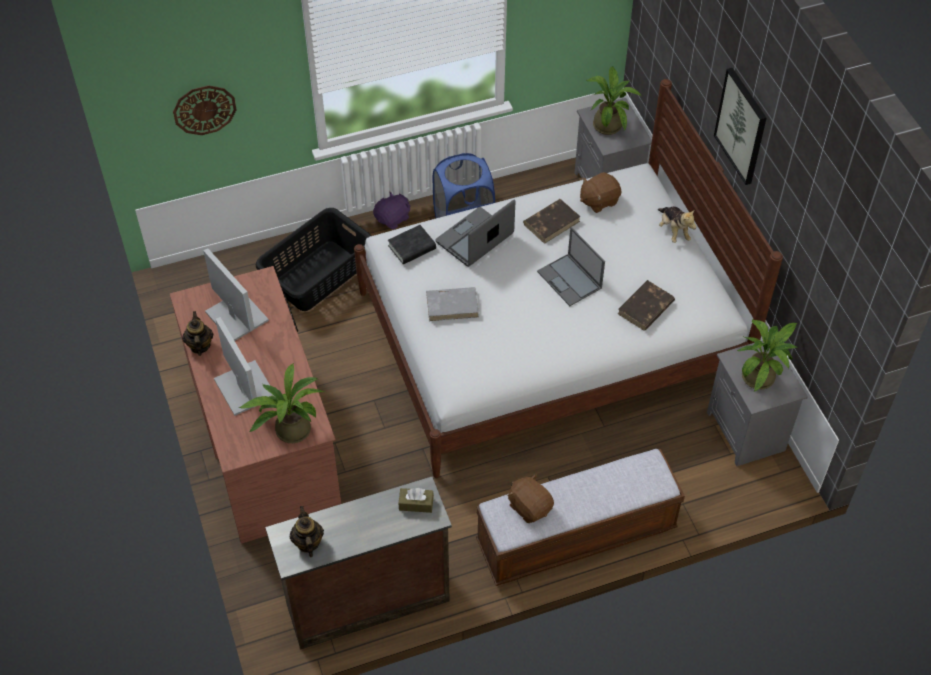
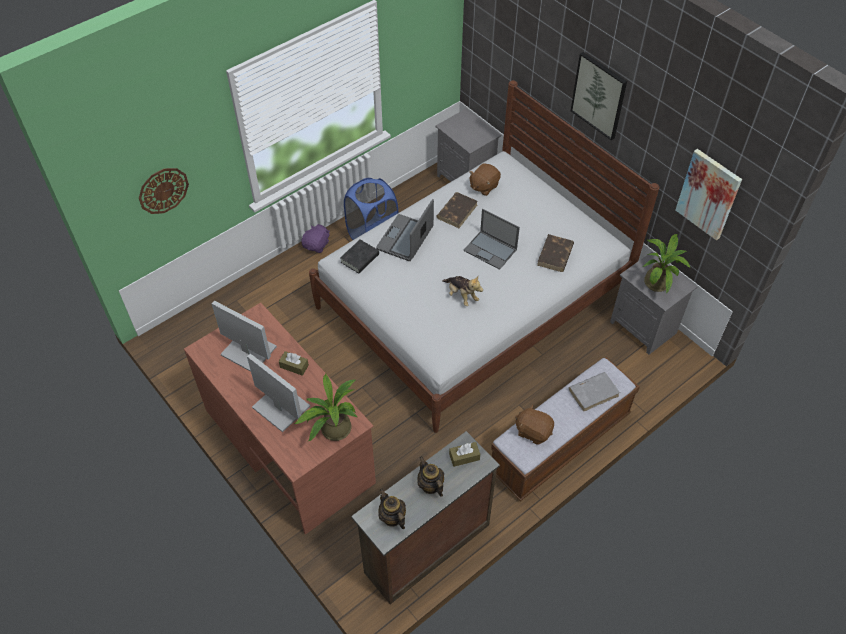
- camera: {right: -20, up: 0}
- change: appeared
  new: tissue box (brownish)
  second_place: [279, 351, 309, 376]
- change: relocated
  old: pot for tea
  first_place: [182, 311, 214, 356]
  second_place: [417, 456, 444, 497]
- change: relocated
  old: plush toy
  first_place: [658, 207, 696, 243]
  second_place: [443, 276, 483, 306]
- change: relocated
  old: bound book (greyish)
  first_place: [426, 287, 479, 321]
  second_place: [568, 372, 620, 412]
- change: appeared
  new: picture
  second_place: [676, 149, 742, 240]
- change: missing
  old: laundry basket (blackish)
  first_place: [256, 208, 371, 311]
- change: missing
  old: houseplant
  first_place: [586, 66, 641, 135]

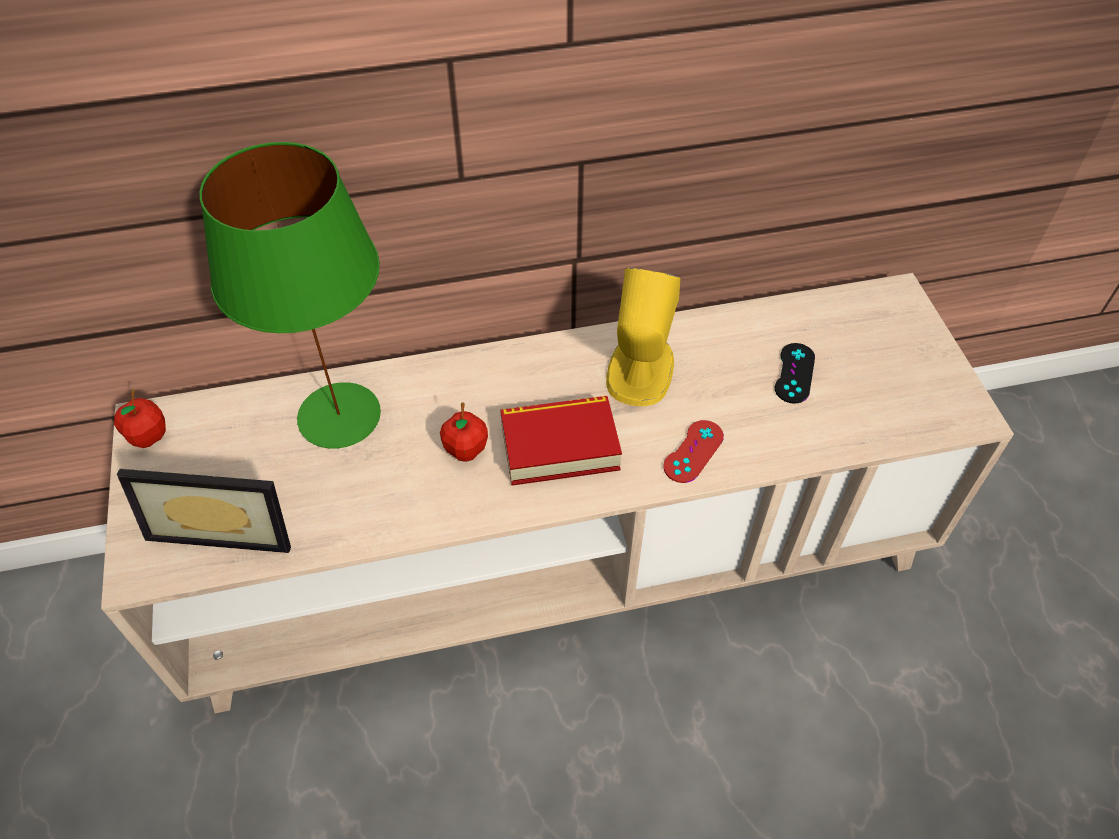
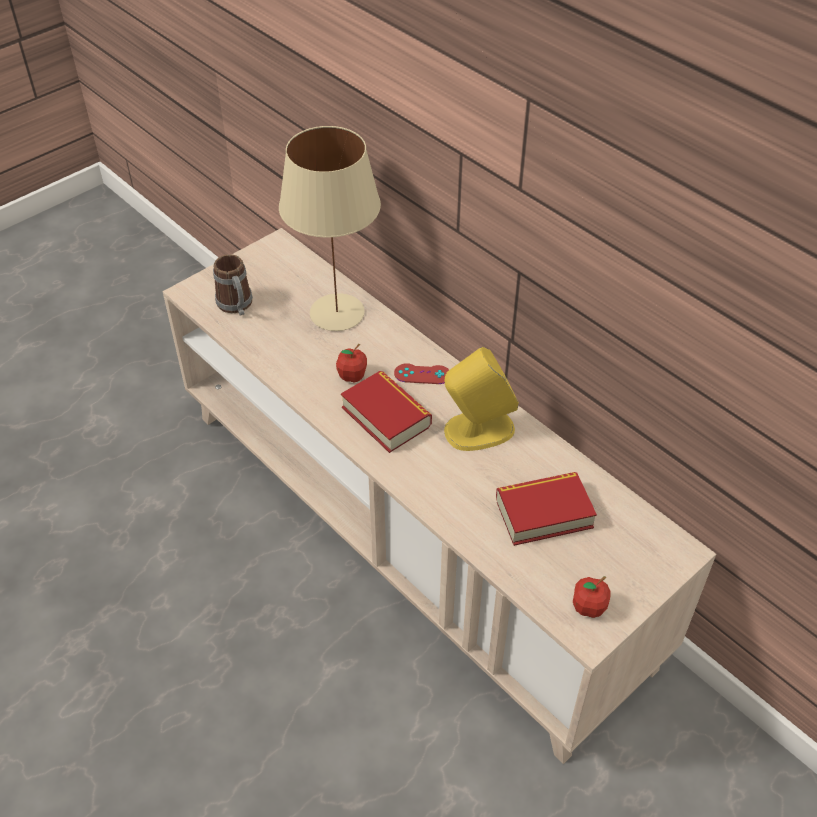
- camera: {right: 60, up: -5}
- change: exchanged
  old: standing frame
  new: mug
  first_place: [117, 469, 291, 553]
  second_place: [213, 254, 253, 316]
- change: colour
  old: table lamp (green)
  new: table lamp (sand-coloured)
  first_place: [200, 142, 381, 449]
  second_place: [279, 126, 381, 331]
- change: relocated
  old: gamepad (reddish)
  first_place: [663, 420, 724, 483]
  second_place: [394, 363, 449, 384]
- change: exchanged
  old: gamepad (blackish)
  new: bound book
  first_place: [775, 343, 815, 404]
  second_place: [496, 472, 597, 546]
- change: relocated
  old: apple
  first_place: [114, 389, 166, 448]
  second_place: [573, 576, 611, 618]

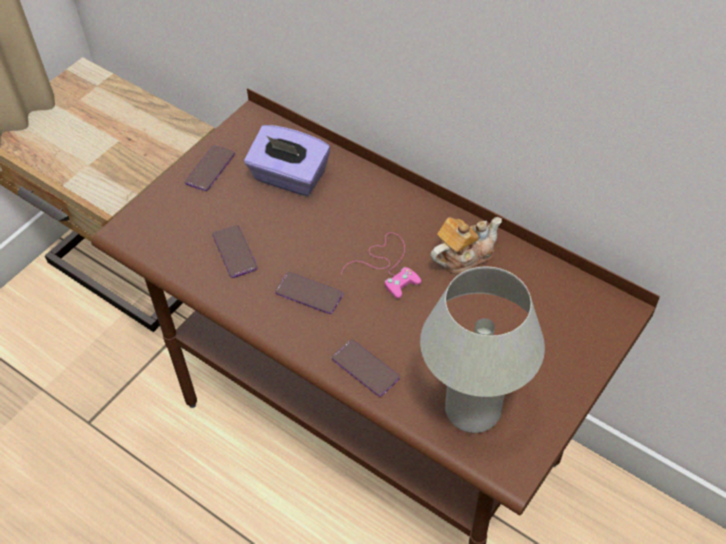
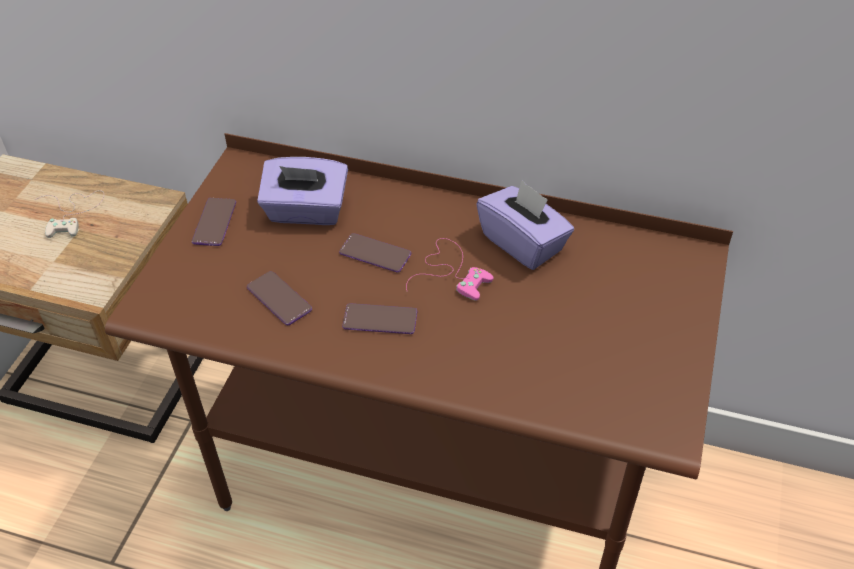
- camera: {right: -20, up: -5}
- change: appeared
  new: gamepad (whitish)
  second_place: [35, 190, 104, 238]
- change: relocated
  old: phone
  first_place: [332, 339, 400, 397]
  second_place: [339, 233, 411, 273]
- change: exchanged
  old: pot for tea
  new: tissue box (purple-coloured)
  first_place: [430, 217, 502, 274]
  second_place: [476, 180, 574, 270]
- change: missing
  old: table lamp (whitish)
  first_place: [420, 267, 545, 433]

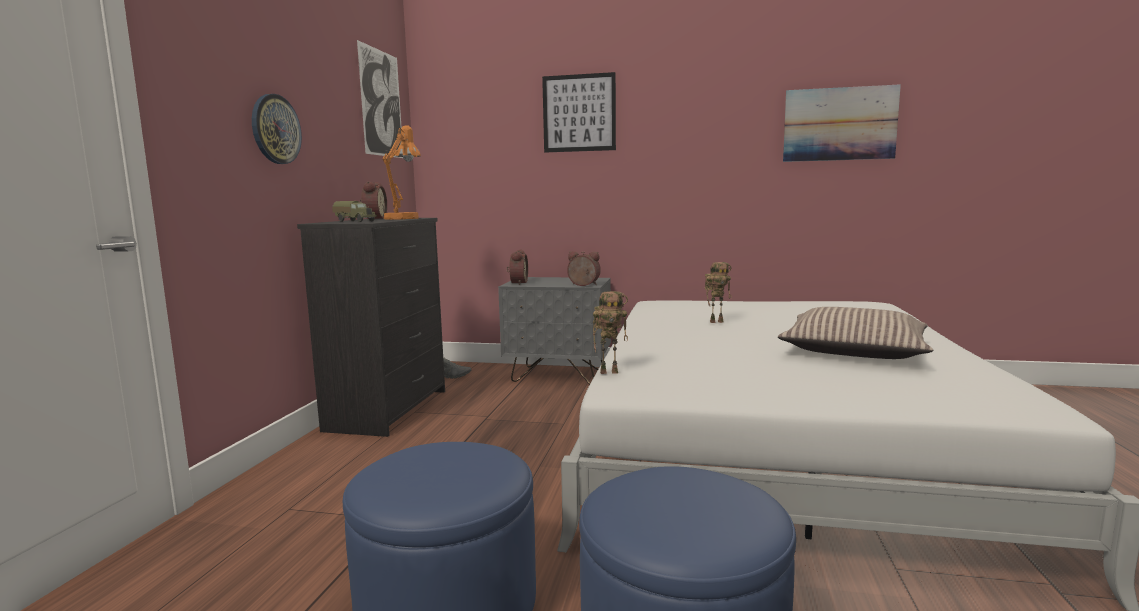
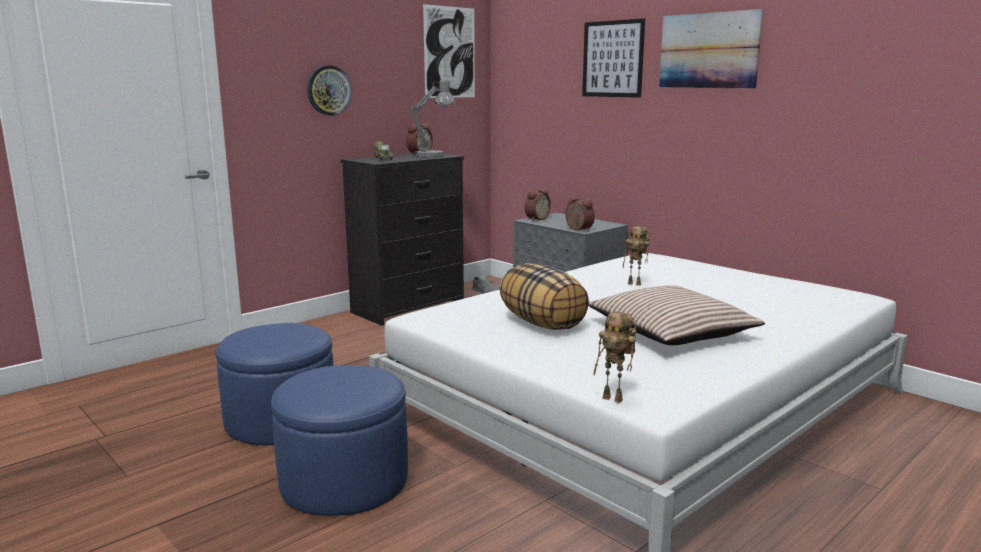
- camera: {right: 35, up: 5}
- change: colour
  old: table lamp (orange-coloured)
  new: table lamp (greyish)
  first_place: [383, 125, 421, 220]
  second_place: [410, 78, 455, 158]
- change: appeared
  new: throw pillow
  second_place: [499, 263, 589, 330]
- change: relocated
  old: toy robot
  first_place: [593, 291, 628, 374]
  second_place: [593, 312, 637, 403]
- change: relocated
  old: picture
  first_place: [783, 84, 901, 162]
  second_place: [659, 9, 763, 88]

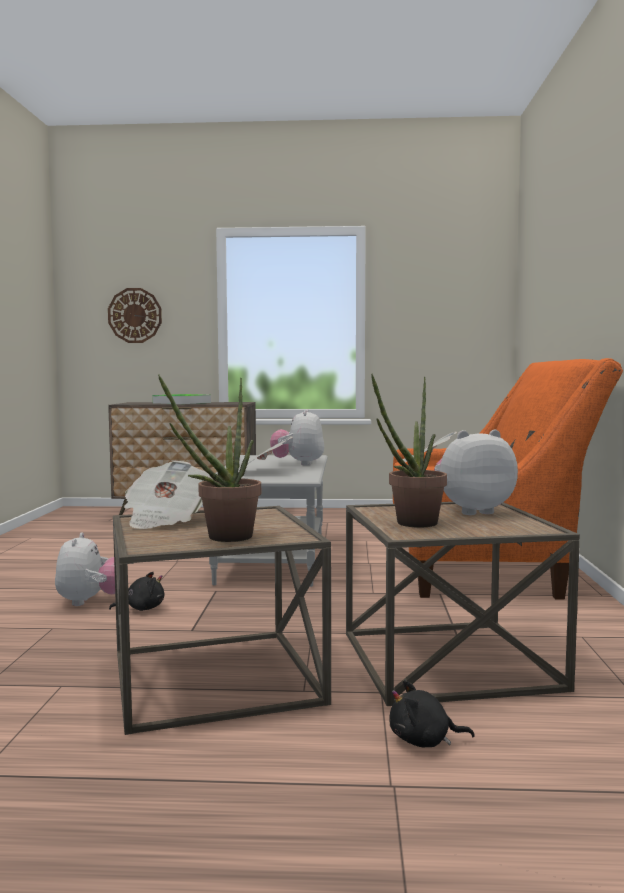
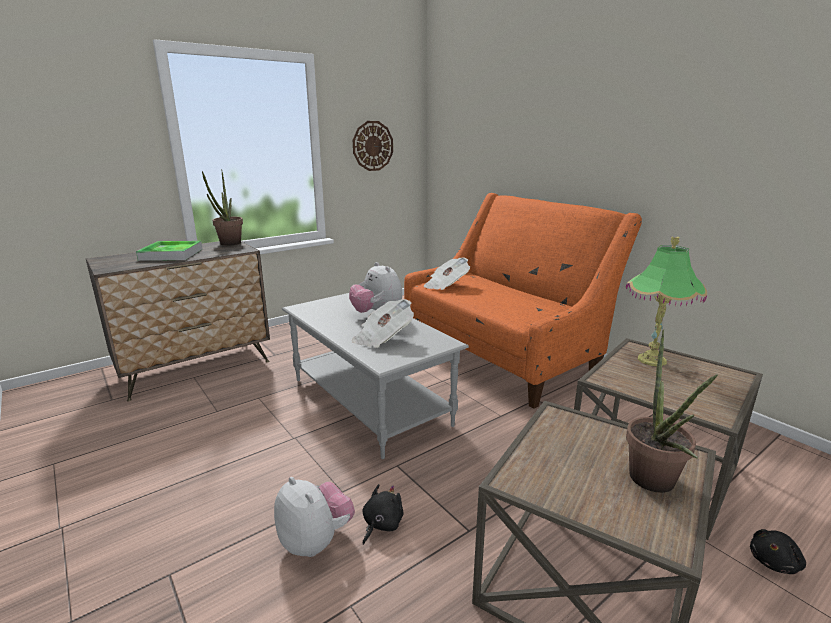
- camera: {right: -40, up: 15}
- change: relocated
  old: houseplant
  first_place: [371, 373, 447, 528]
  second_place: [202, 169, 243, 246]
- change: relocated
  old: wall clock
  first_place: [108, 288, 162, 343]
  second_place: [353, 121, 393, 171]
- change: exchanged
  old: plush toy
  new: table lamp
  first_place: [434, 430, 518, 515]
  second_place: [626, 236, 707, 366]
- change: missing
  old: printed paper
  first_place: [124, 461, 212, 529]

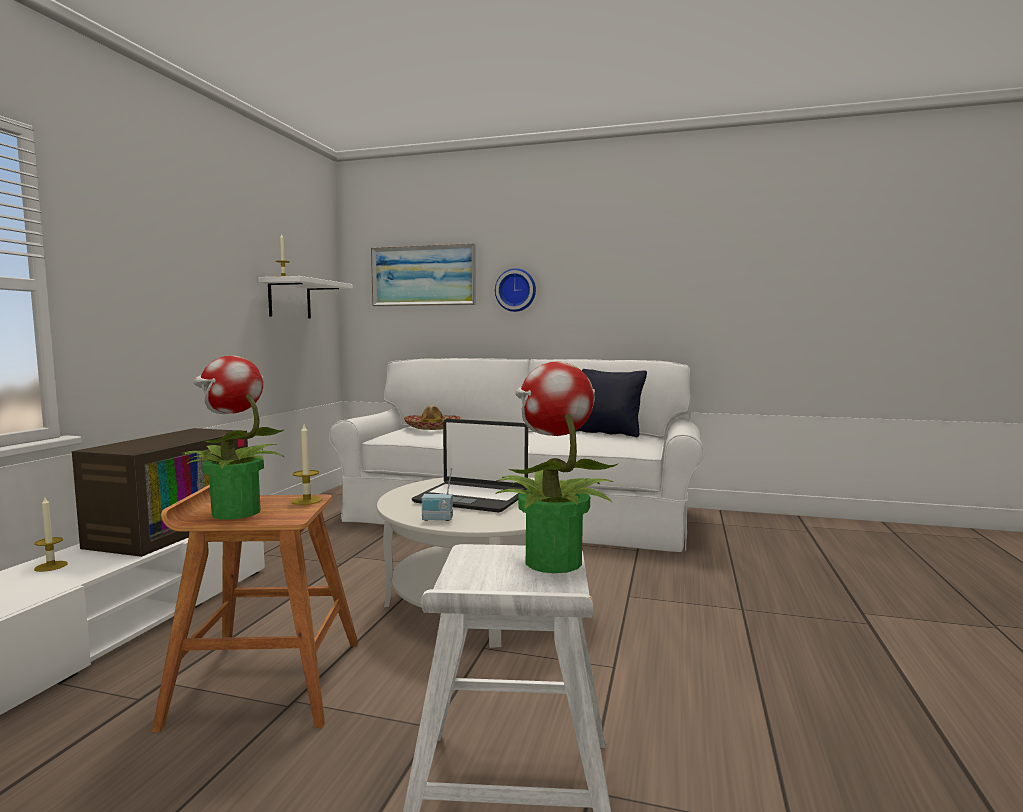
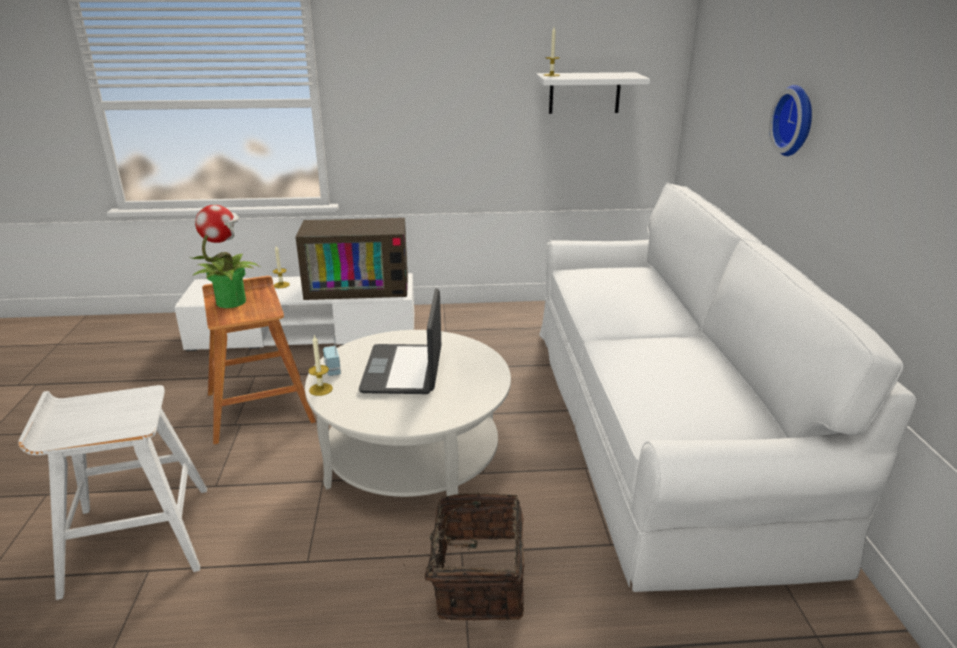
- camera: {right: 70, up: 20}
- change: relocated
  old: wax candle
  first_place: [292, 425, 322, 505]
  second_place: [309, 335, 333, 396]
- change: appeared
  new: storage basket
  second_place: [405, 492, 524, 621]
- change: missing
  old: picture
  first_place: [371, 243, 476, 306]
- change: missing
  old: clothing hat
  first_place: [404, 405, 461, 430]
- change: missing
  old: houseplant
  first_place: [496, 361, 617, 573]
- change: missing
  old: throw pillow (blackish)
  first_place: [575, 369, 647, 437]

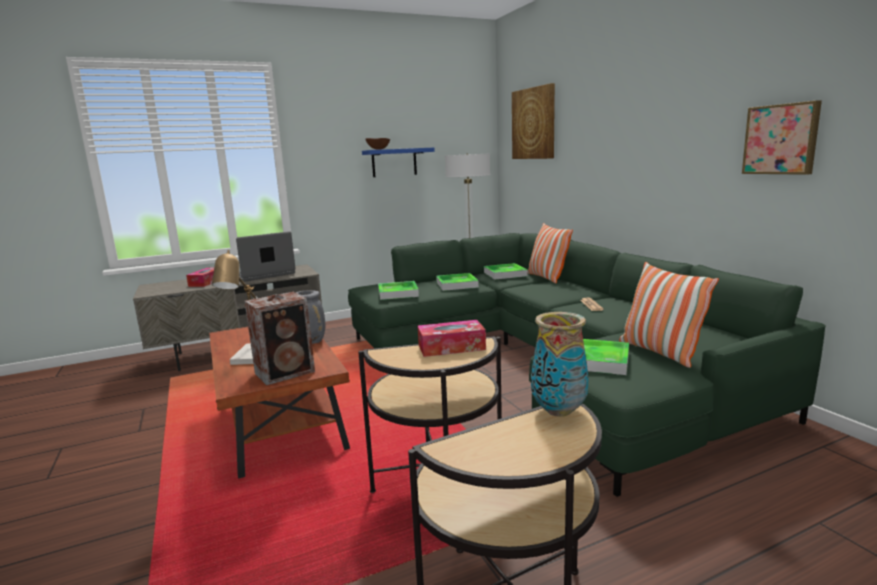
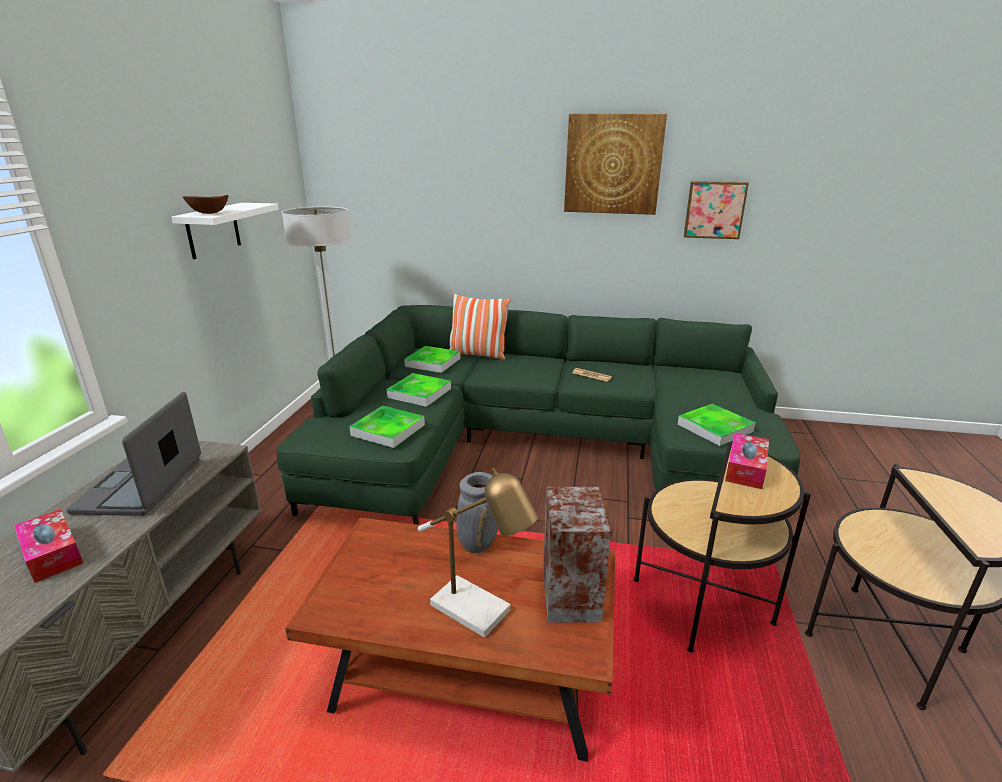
- camera: {right: -55, up: 10}
- change: colour
  old: shelf (blue-coloured)
  new: shelf (whitish)
  first_place: [362, 148, 435, 177]
  second_place: [171, 203, 279, 259]
- change: relocated
  old: picture
  first_place: [512, 83, 555, 159]
  second_place: [564, 114, 667, 215]
- change: missing
  old: decorative vase
  first_place: [531, 312, 589, 417]
- change: missing
  old: throw pillow
  first_place: [619, 262, 719, 368]

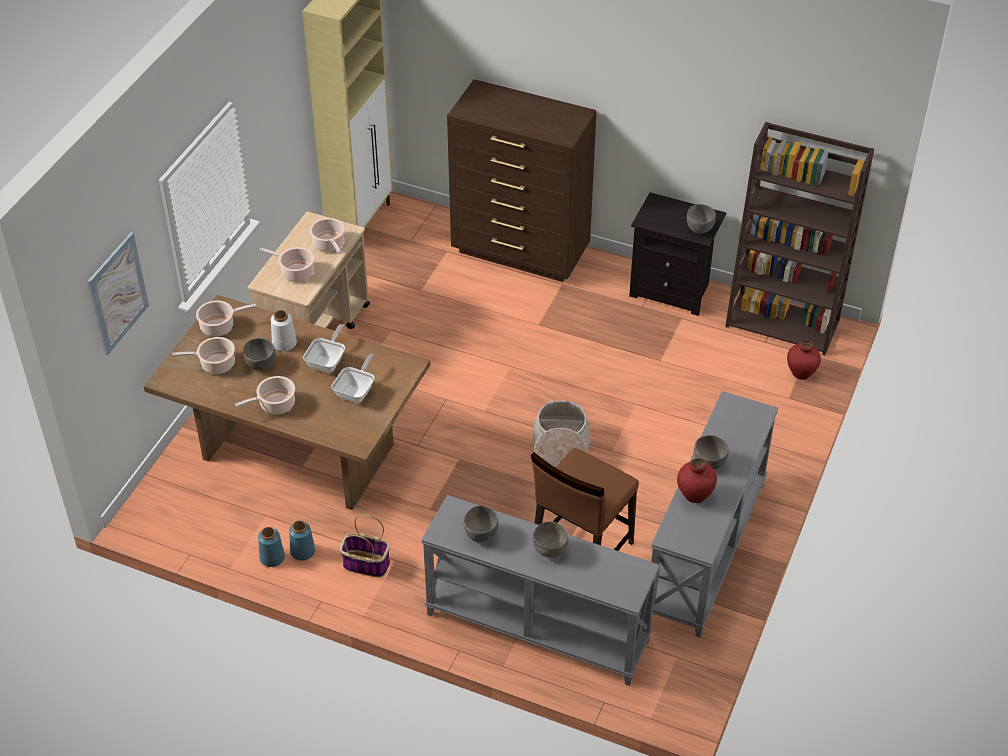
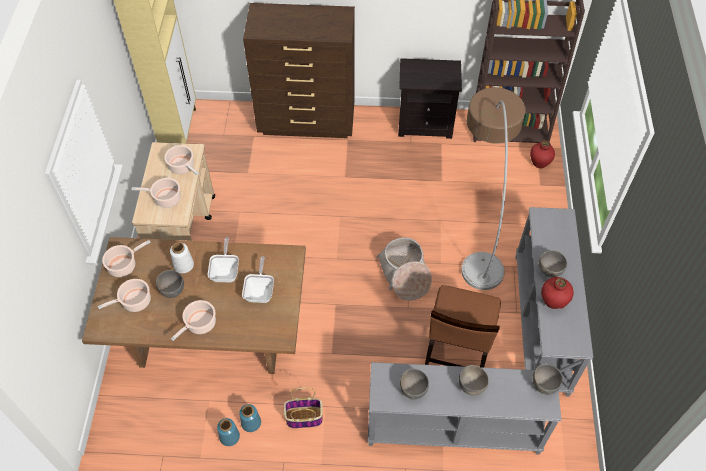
- camera: {right: -20, up: 10}
- change: appeared
  new: standing lamp
  second_place: [461, 87, 526, 290]
- change: relocated
  old: bowl (greyish)
  first_place: [687, 204, 716, 234]
  second_place: [532, 364, 563, 395]
- change: missing
  old: picture
  first_place: [87, 232, 149, 355]

